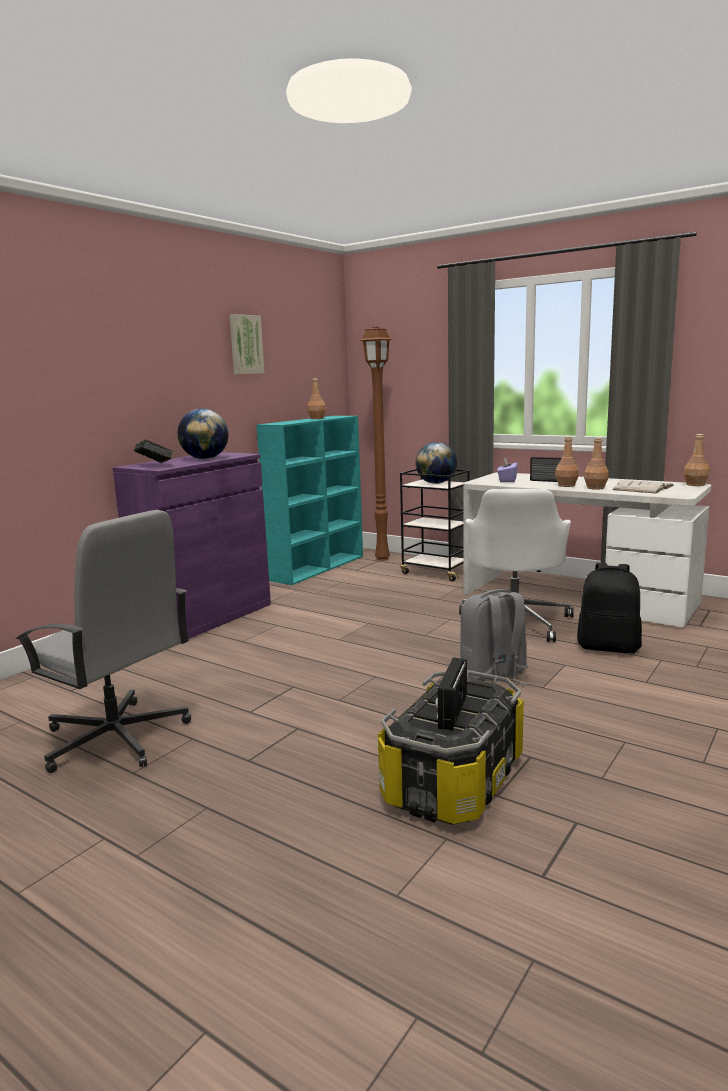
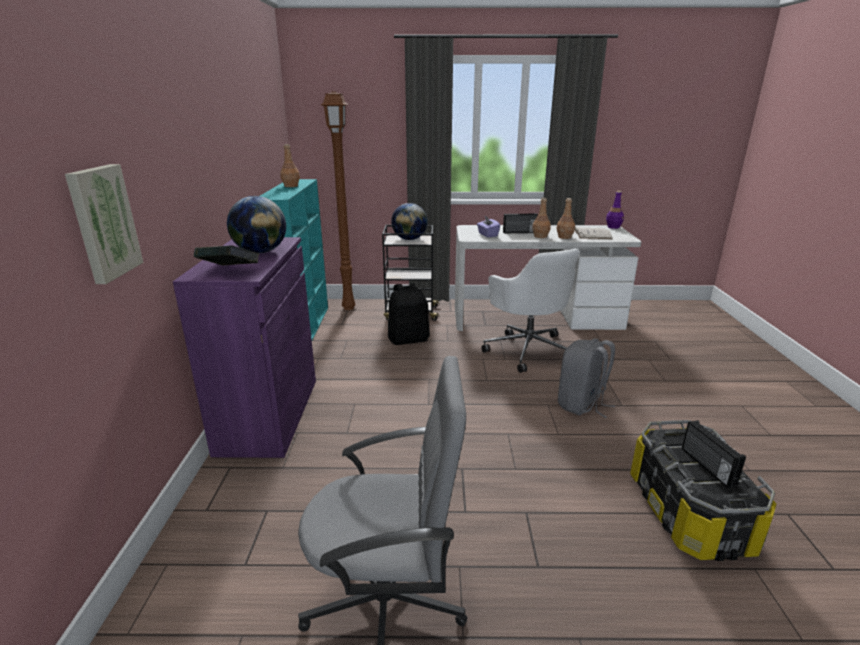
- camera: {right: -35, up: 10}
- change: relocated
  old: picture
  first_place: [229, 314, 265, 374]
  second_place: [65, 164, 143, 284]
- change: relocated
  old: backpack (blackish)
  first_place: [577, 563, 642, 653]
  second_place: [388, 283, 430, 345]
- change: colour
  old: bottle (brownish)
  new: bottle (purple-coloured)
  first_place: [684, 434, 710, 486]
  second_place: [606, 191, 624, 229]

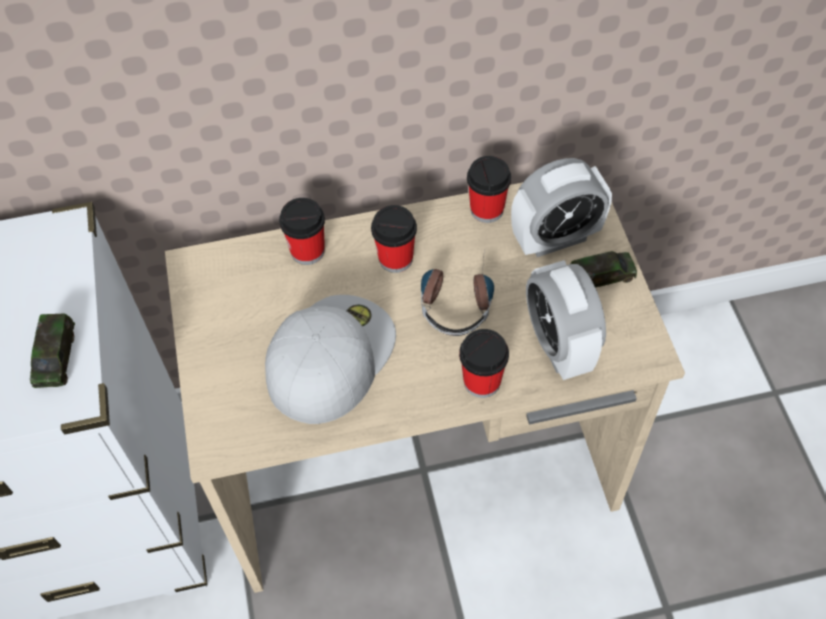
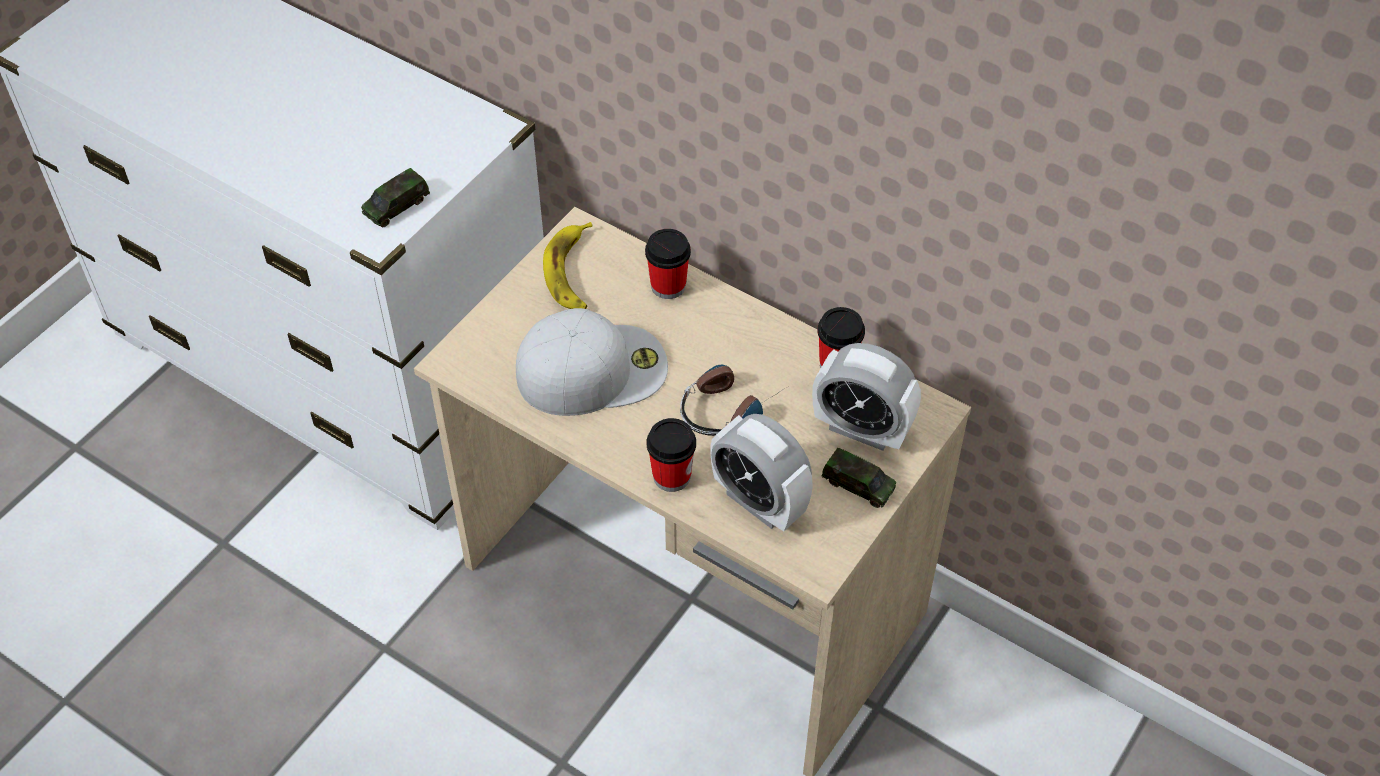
- camera: {right: 45, up: -5}
- change: appeared
  new: banana
  second_place: [543, 222, 592, 309]
- change: spun
  old: alarm clock
  first_place: [526, 260, 606, 380]
  second_place: [710, 414, 813, 531]
  degrees: -75
- change: missing
  old: small cup
  first_place: [371, 205, 417, 273]

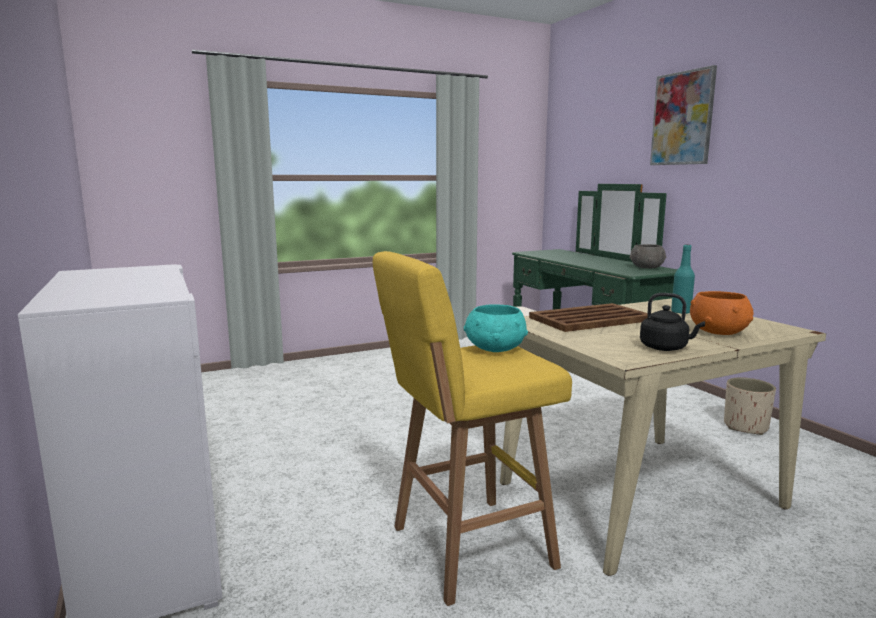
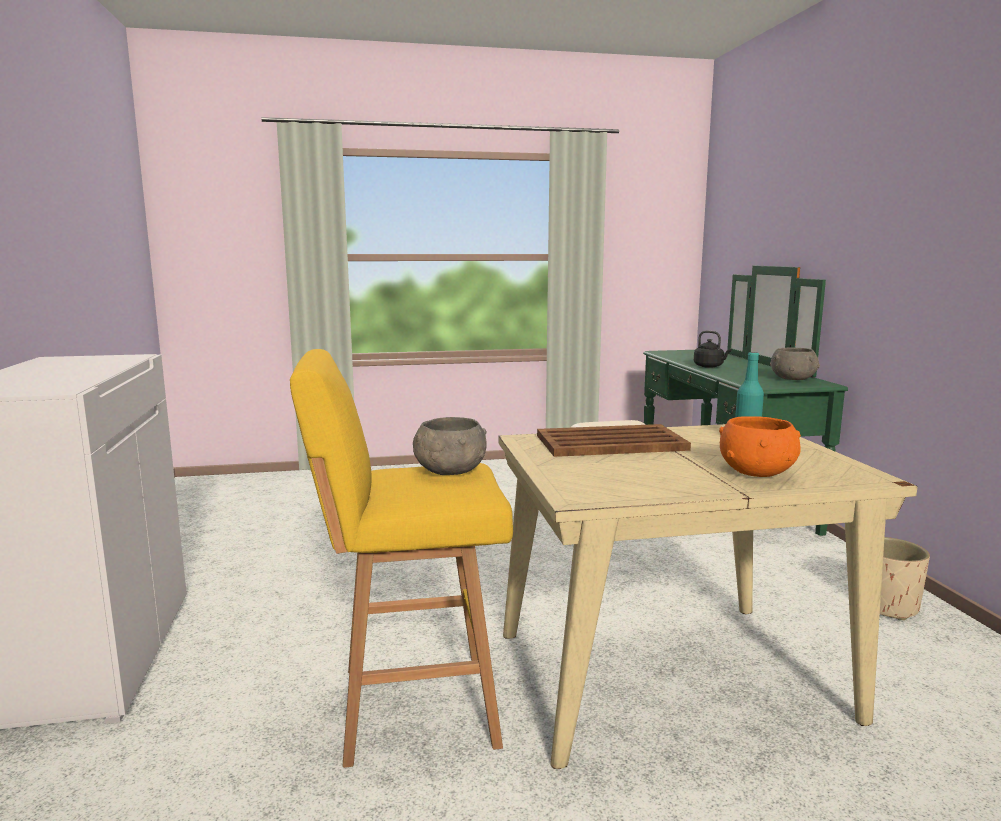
- camera: {right: 15, up: 0}
- change: colour
  old: bowl (turquoise)
  new: bowl (greyish)
  first_place: [464, 305, 528, 352]
  second_place: [413, 417, 487, 475]
- change: relocated
  old: kettle (blackish)
  first_place: [640, 293, 705, 351]
  second_place: [694, 331, 731, 368]
- change: missing
  old: picture
  first_place: [650, 65, 717, 165]

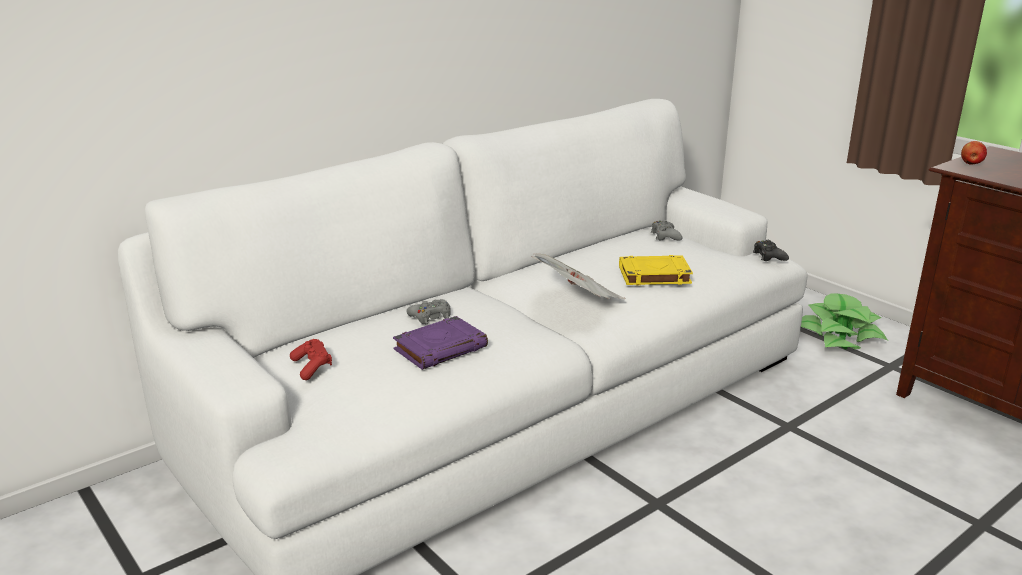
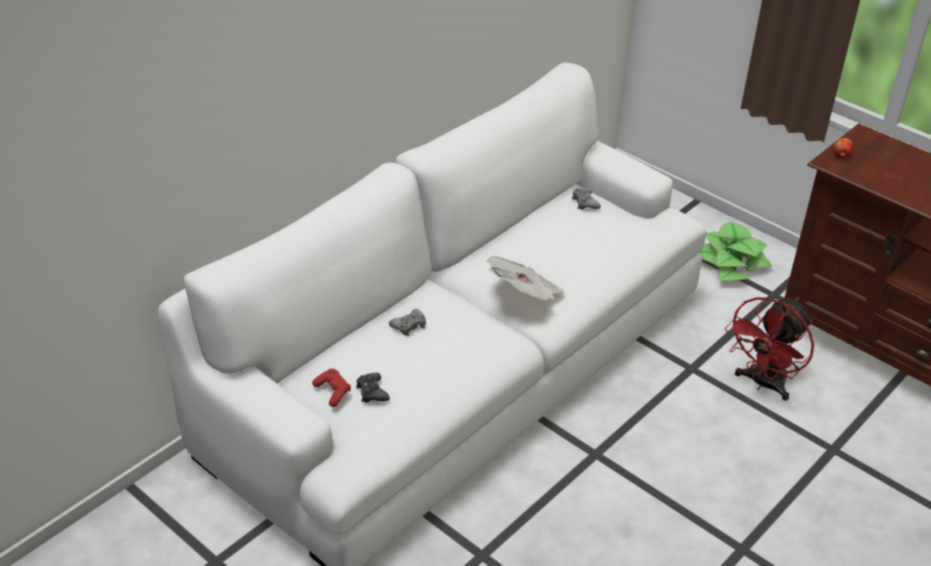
- camera: {right: -10, up: 15}
- change: relocated
  old: gamepad (blackish)
  first_place: [753, 240, 789, 261]
  second_place: [356, 373, 390, 403]
- change: appeared
  new: fan (reddish)
  second_place: [725, 297, 814, 401]
- change: missing
  old: bound book (purple-coloured)
  first_place: [393, 316, 488, 370]
- change: missing
  old: bound book (yellow-coloured)
  first_place: [619, 255, 693, 285]

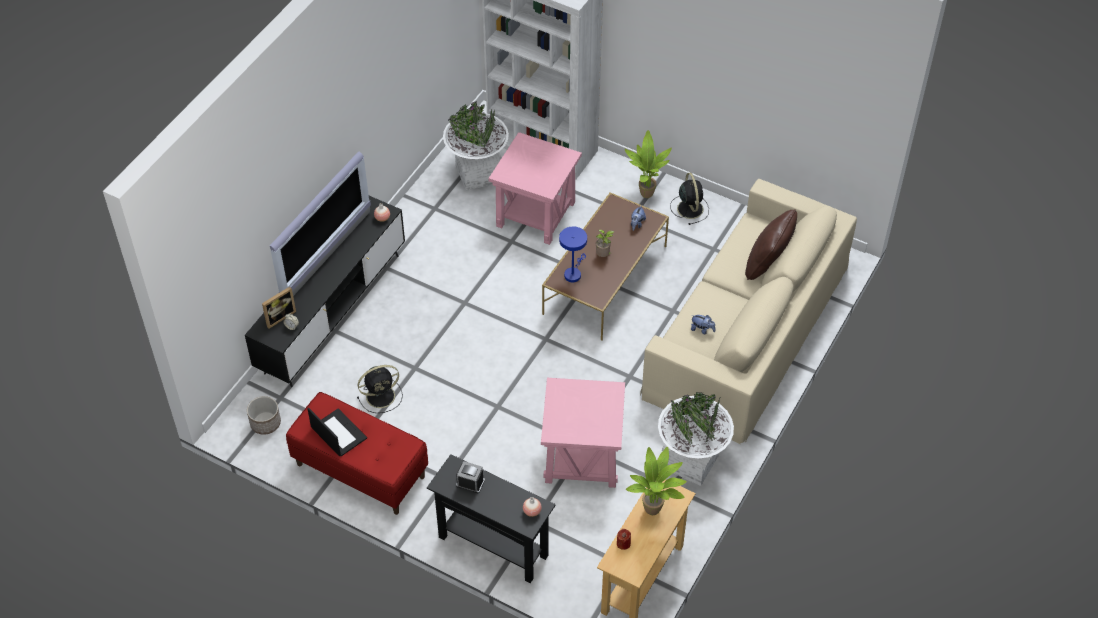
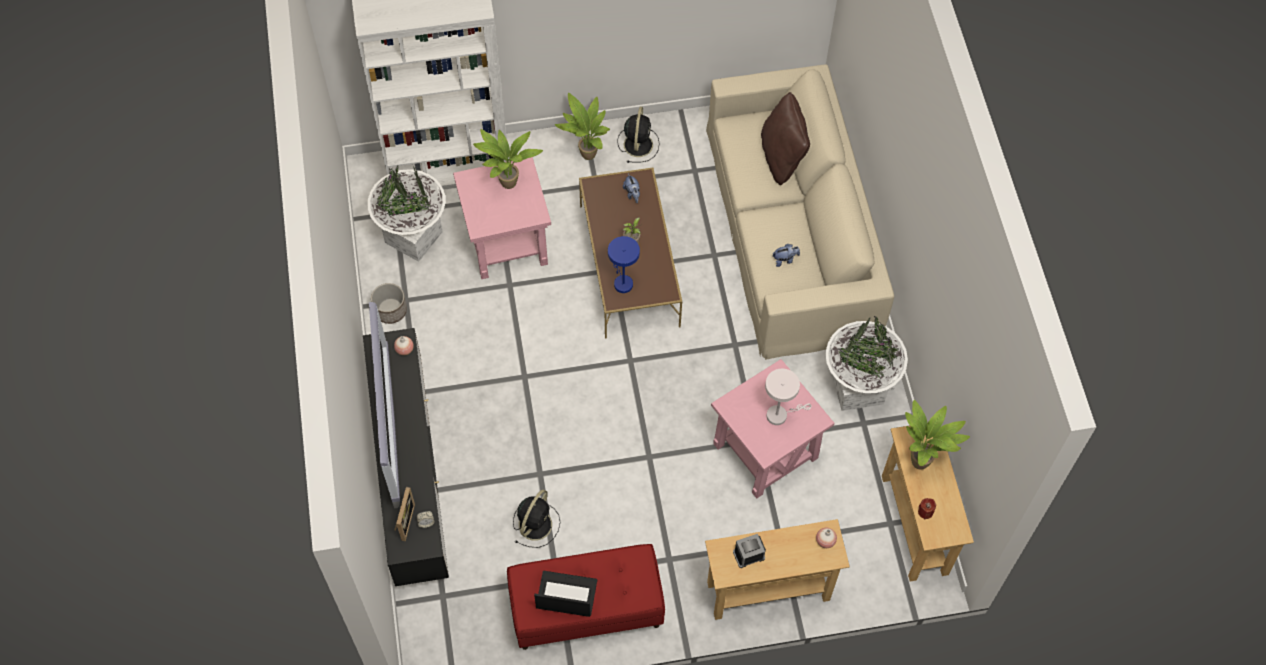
- camera: {right: -40, up: 10}
- change: relocated
  old: planter
  first_place: [247, 396, 281, 435]
  second_place: [371, 283, 407, 324]
- change: appeared
  new: houseplant
  second_place: [473, 129, 543, 189]
- change: spun
  old: fan (blackish)
  first_place: [670, 173, 709, 225]
  second_place: [617, 107, 660, 163]
  degrees: 60
- change: colour
  old: console table (blackish)
  new: console table (sand-coloured)
  first_place: [427, 454, 556, 583]
  second_place: [705, 519, 850, 620]
- change: appeared
  new: table lamp (whitish)
  second_place: [765, 369, 811, 425]

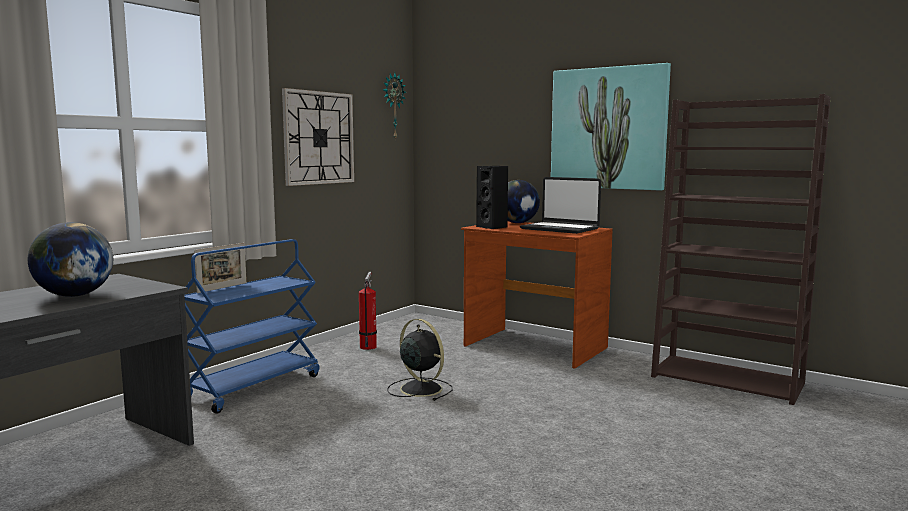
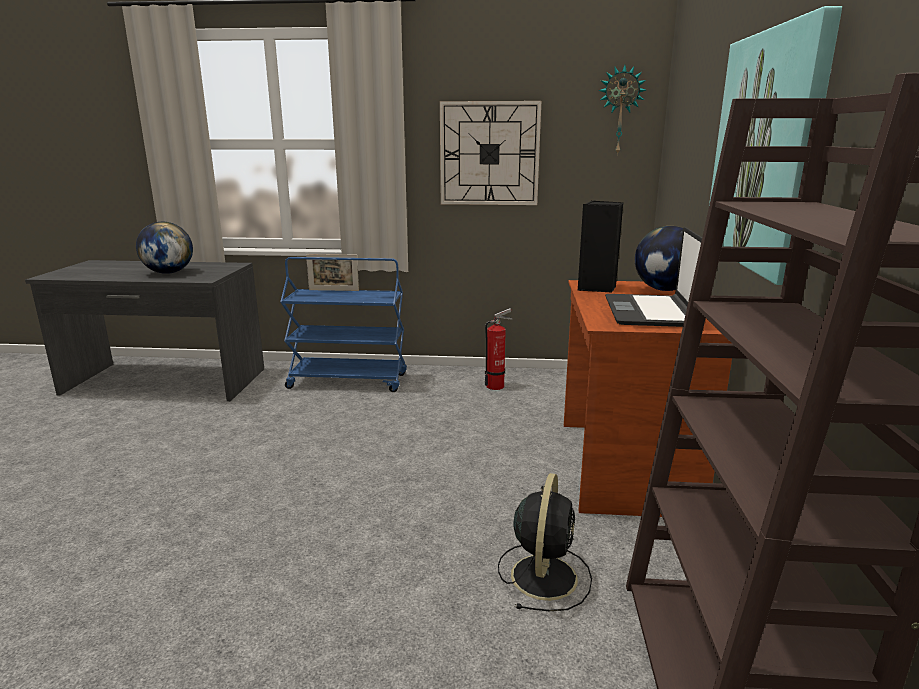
- camera: {right: 60, up: 10}
- change: relocated
  old: fan (blackish)
  first_place: [387, 319, 453, 401]
  second_place: [498, 473, 592, 611]

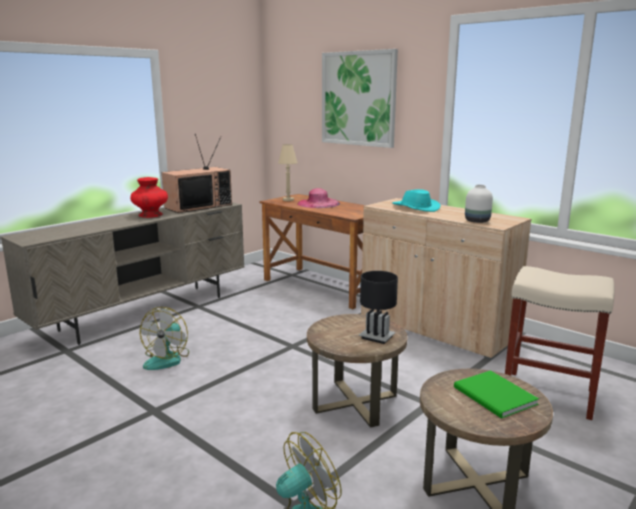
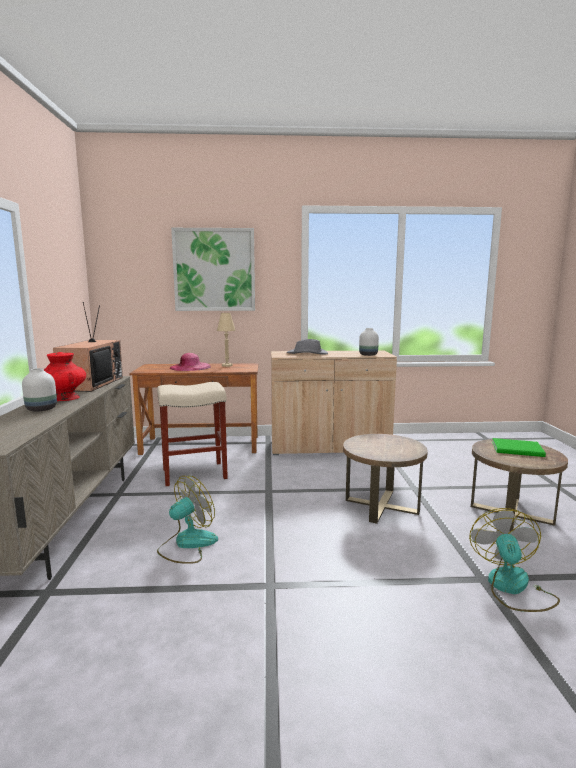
- camera: {right: -45, up: -5}
- change: appeared
  new: decorative vase (whitish)
  second_place: [22, 368, 57, 411]
- change: relocated
  old: sitting stool (sand-coloured)
  first_place: [505, 266, 615, 420]
  second_place: [157, 382, 228, 486]
- change: spun
  old: fan
  first_place: [140, 307, 189, 370]
  second_place: [157, 476, 218, 564]
  degrees: -105
- change: relocated
  old: table lamp (sand-coloured)
  first_place: [278, 144, 298, 201]
  second_place: [217, 313, 235, 367]
- change: colour
  old: clothing hat (turquoise)
  new: clothing hat (greyish)
  first_place: [392, 189, 441, 212]
  second_place: [287, 339, 328, 355]
- change: missing
  old: table lamp (blackish)
  first_place: [359, 271, 398, 344]

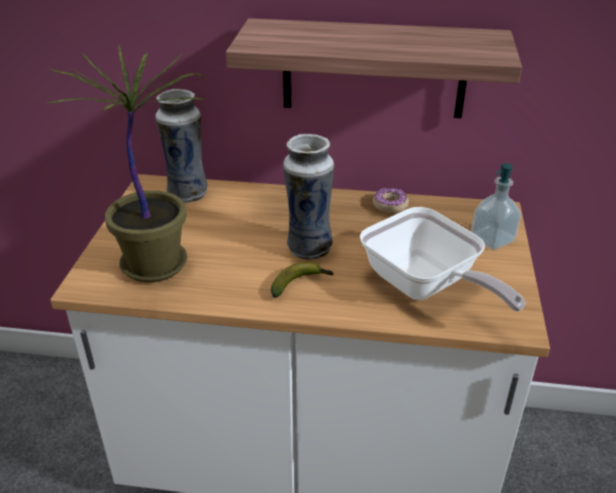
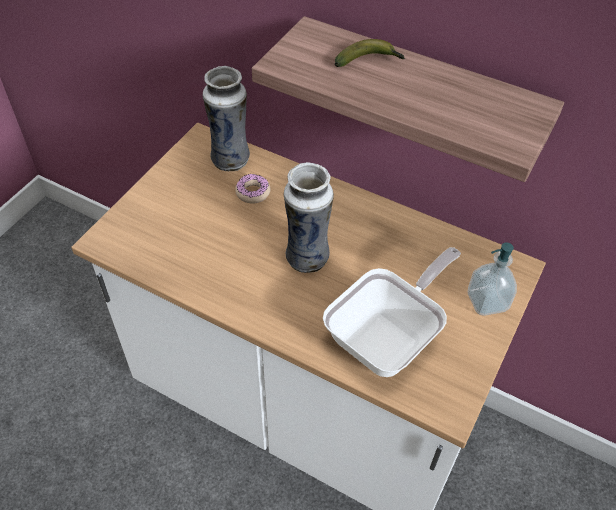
- camera: {right: 20, up: 15}
- change: relocated
  old: ring doughnut
  first_place: [373, 188, 409, 213]
  second_place: [235, 174, 270, 204]
- change: spun
  old: frying pan
  first_place: [360, 207, 526, 312]
  second_place: [323, 247, 461, 377]
  degrees: -120
- change: relocated
  old: banana
  first_place: [271, 262, 334, 298]
  second_place: [335, 39, 405, 67]
- change: missing
  old: houseplant
  first_place: [46, 44, 203, 282]

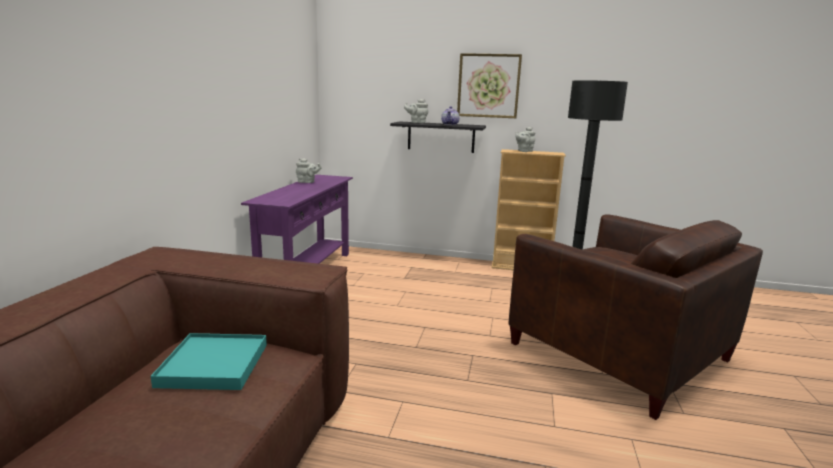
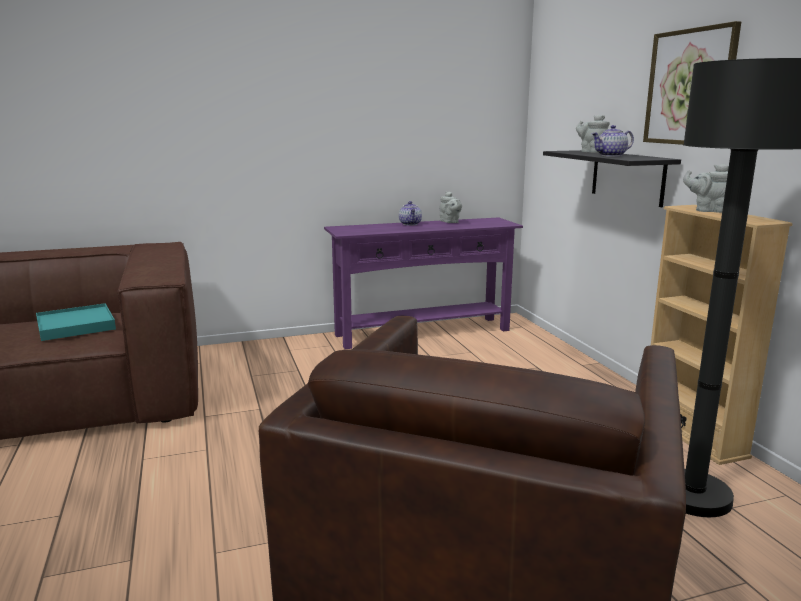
- camera: {right: 60, up: 0}
- change: appeared
  new: pot for tea
  second_place: [399, 201, 422, 226]

